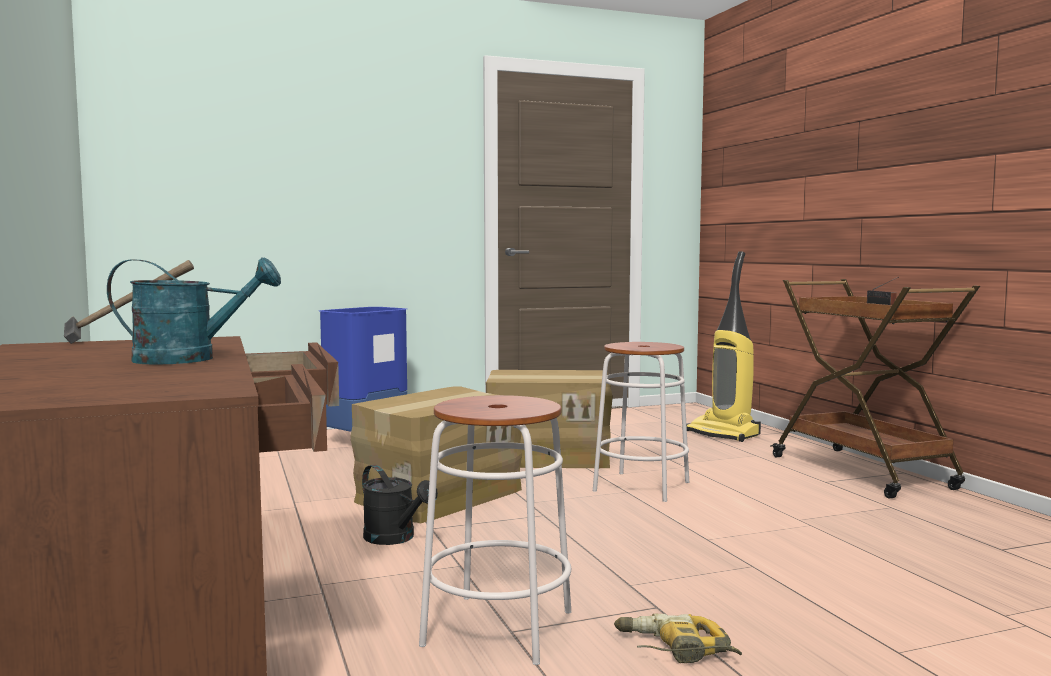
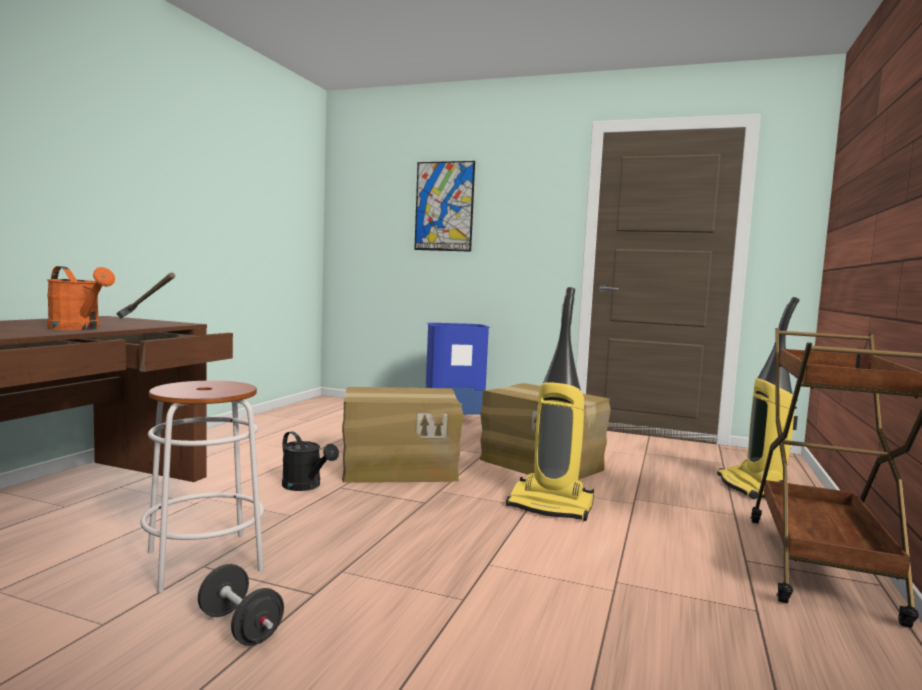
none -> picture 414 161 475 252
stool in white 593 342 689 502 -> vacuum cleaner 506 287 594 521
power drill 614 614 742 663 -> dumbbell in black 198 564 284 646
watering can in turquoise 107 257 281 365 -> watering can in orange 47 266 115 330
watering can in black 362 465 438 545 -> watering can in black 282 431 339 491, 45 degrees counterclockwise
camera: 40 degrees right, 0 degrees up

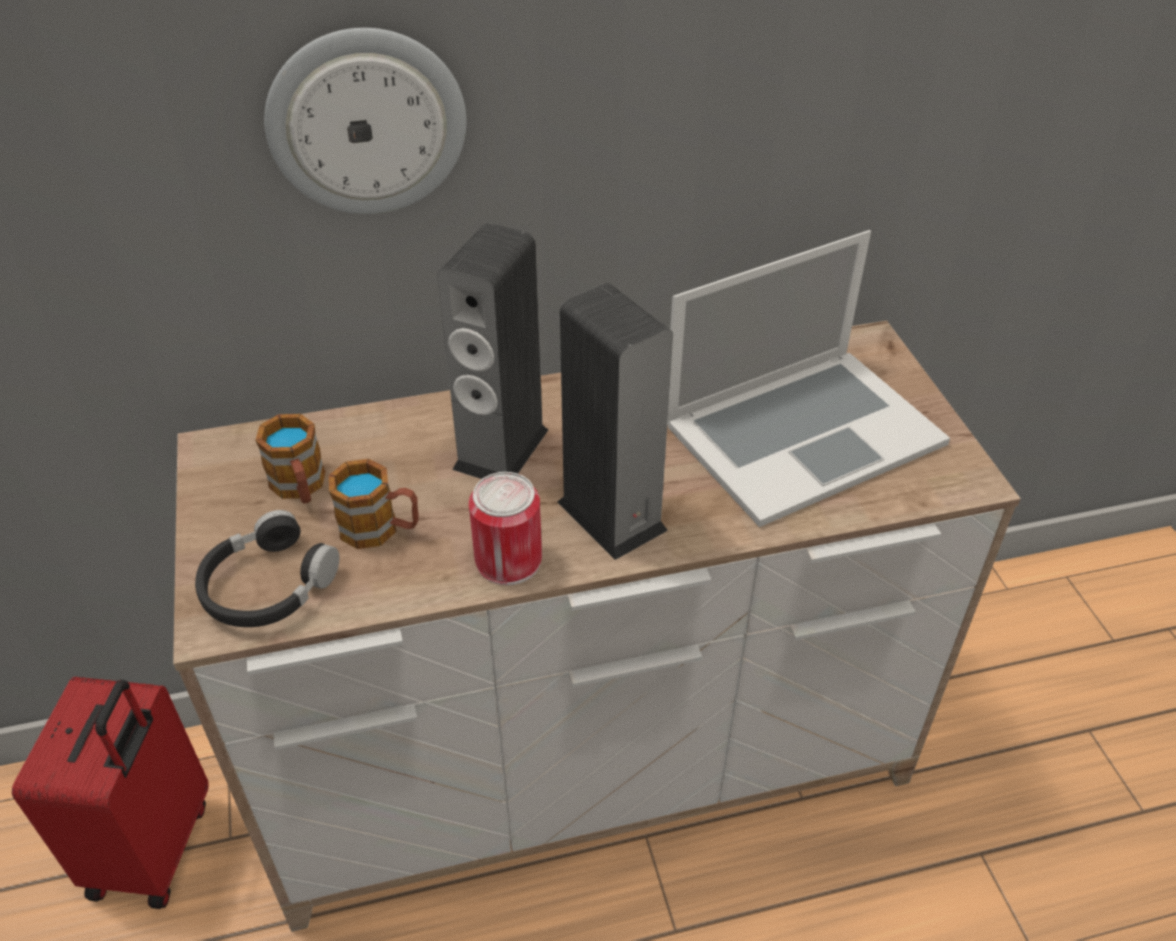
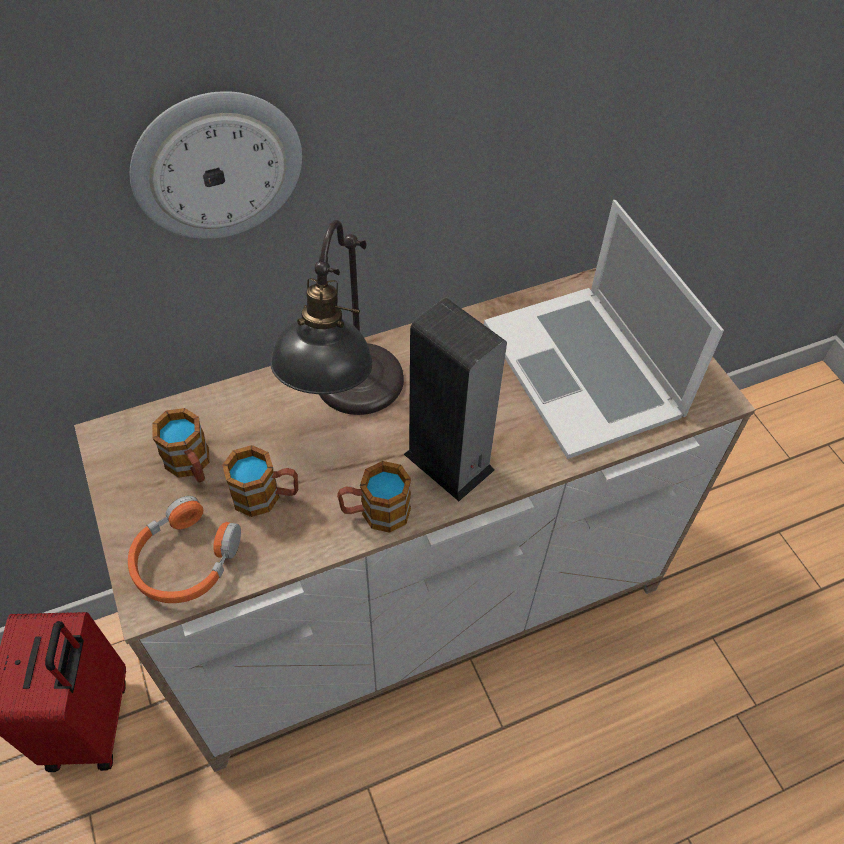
speaker 437 223 548 479 -> table lamp in grey 270 220 404 415
can 469 472 542 585 -> mug 337 461 411 533
headphones in black 195 510 339 627 -> headphones in orange 128 496 241 603
laptop 667 230 950 527 -> laptop 484 200 724 459, 105 degrees clockwise
camera: 10 degrees left, 10 degrees up

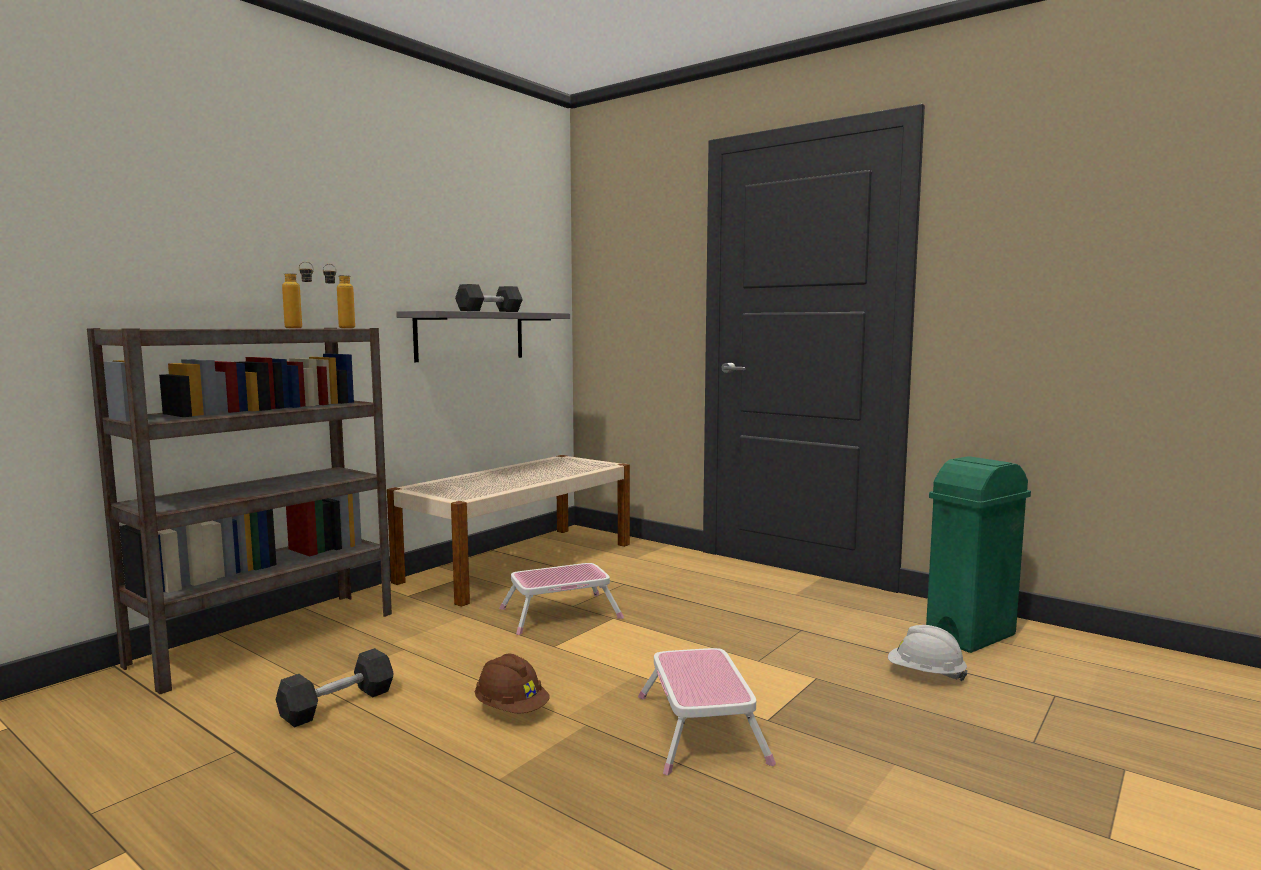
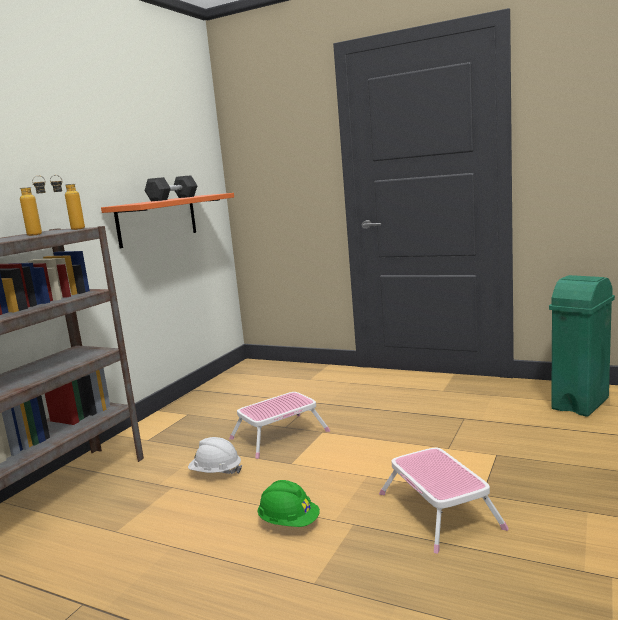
dumbbell in grey 276 648 394 728 -> none
bench in beige 387 455 630 607 -> none
hard hat in white 888 625 968 681 -> hard hat in white 188 437 242 474, moved
shelf in grey 396 311 570 362 -> shelf in orange 101 193 234 248
hard hat in brown 475 653 550 714 -> hard hat in green 258 480 320 527
camera: 10 degrees left, 5 degrees up

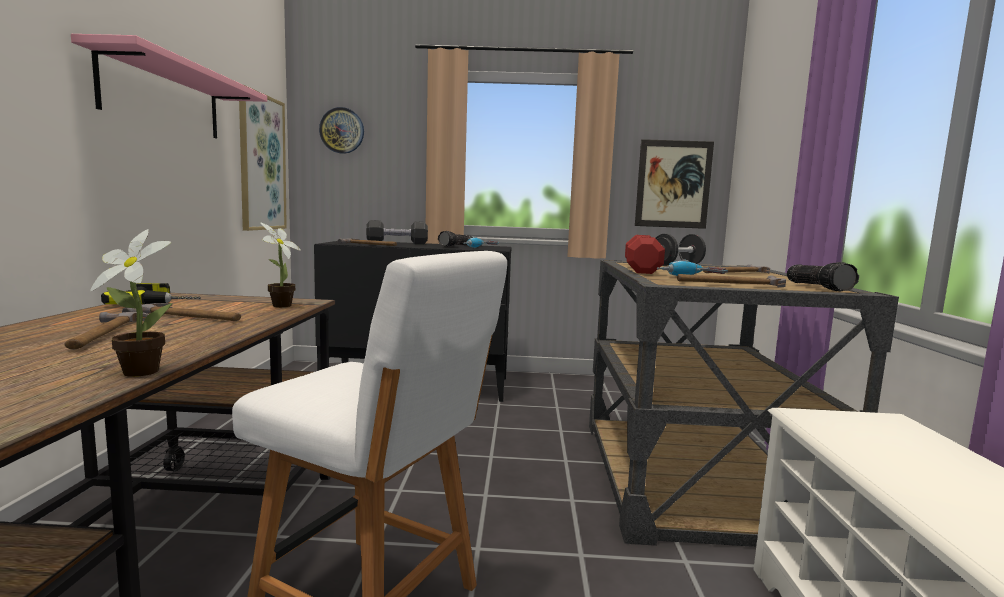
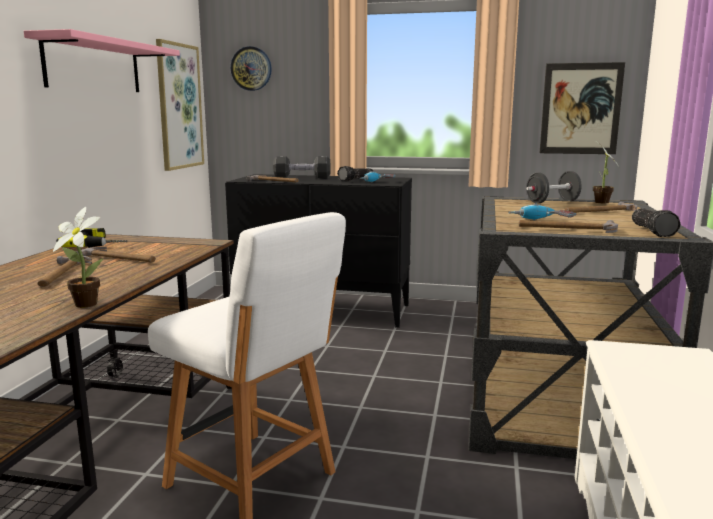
dumbbell in red 625 235 665 274 -> none
potted plant 260 222 301 307 -> potted plant 593 142 619 204, moved
camera: 10 degrees right, 5 degrees up

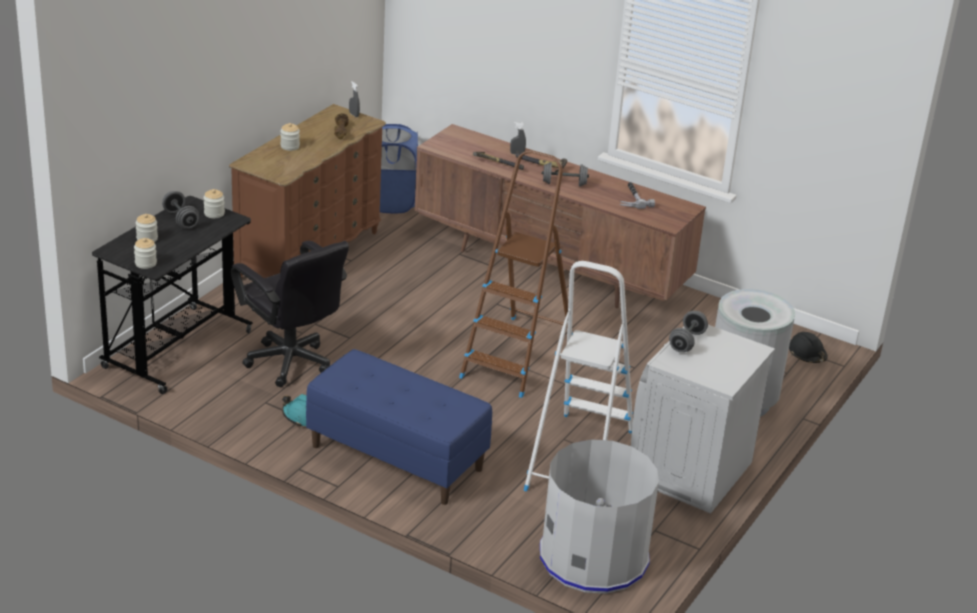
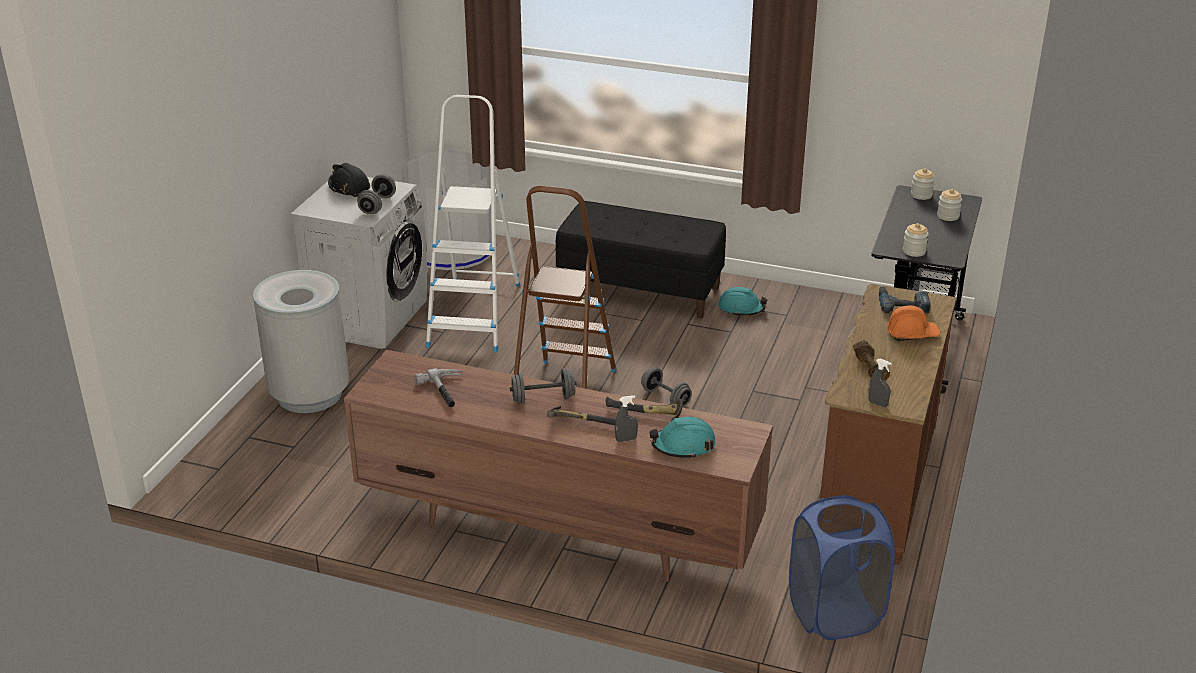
office chair in black 231 241 349 387 -> none
none -> hard hat in turquoise 649 416 716 459
none -> power drill 879 286 931 313
dumbbell in grey 162 191 199 228 -> dumbbell in grey 641 368 692 407, moved
hard hat in black 789 332 828 363 -> hard hat in black 328 163 370 197, moved
jar 280 123 300 151 -> hard hat in orange 887 306 940 341
bench in blue 306 349 492 505 -> bench in black 555 201 726 318
camera: 170 degrees right, 0 degrees up

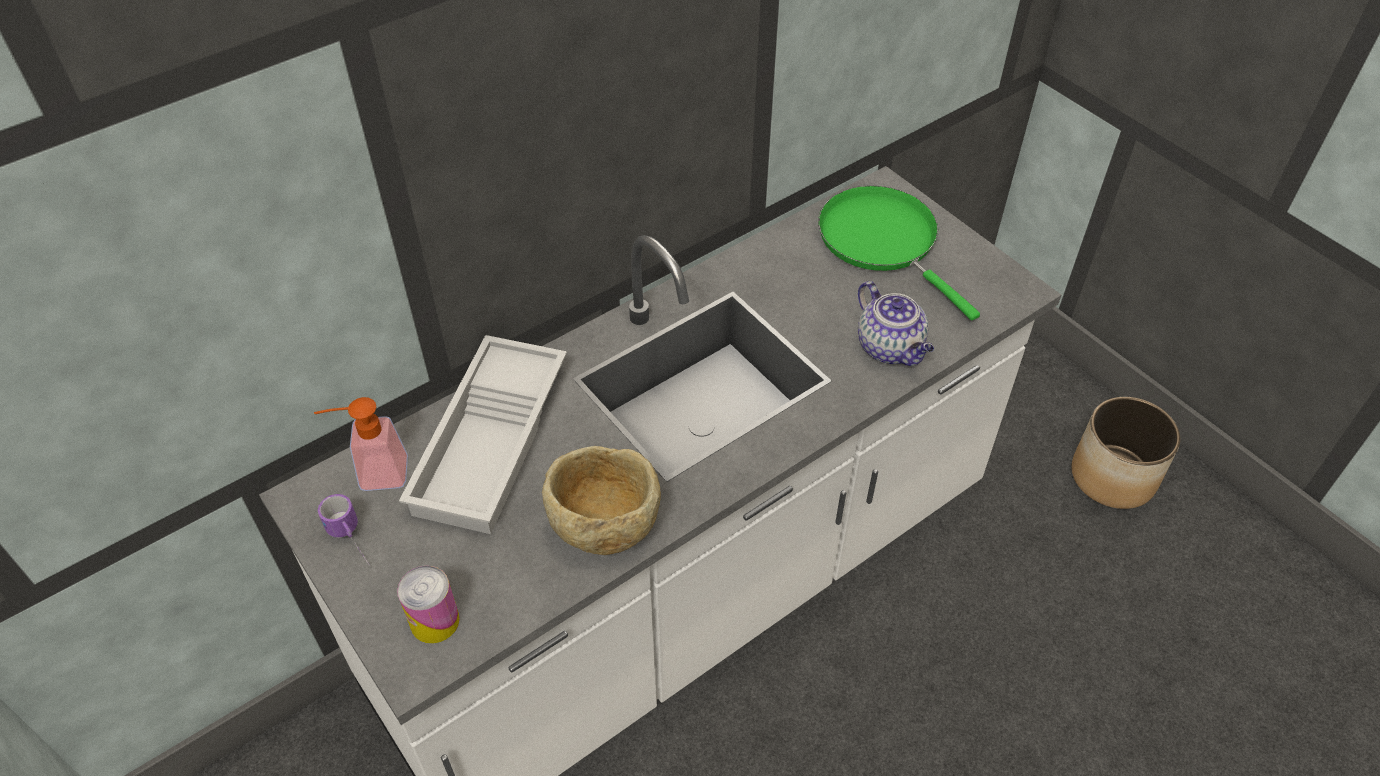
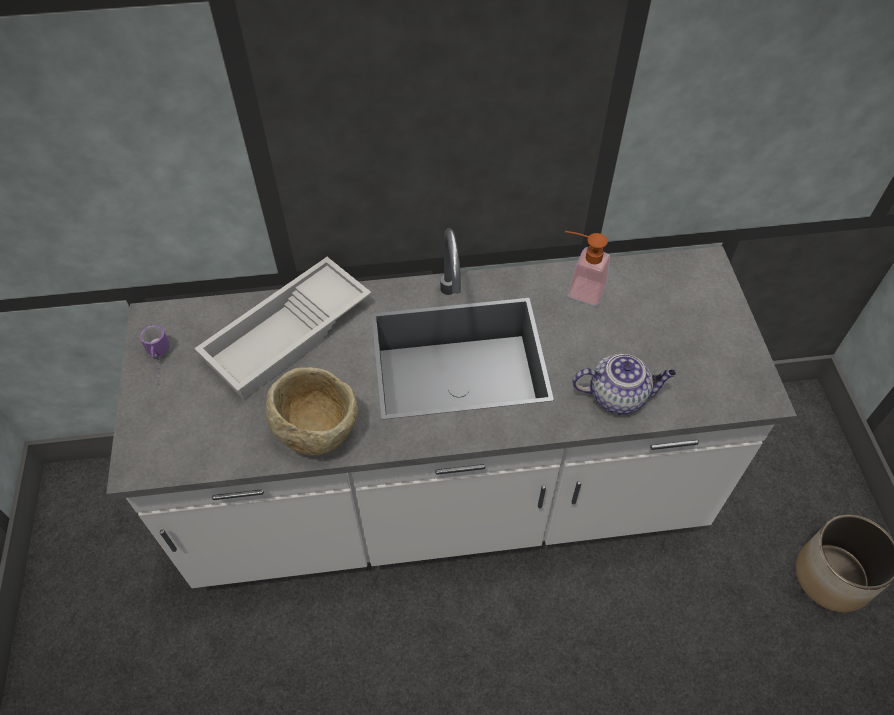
can 397 566 460 644 -> none
frying pan in green 818 186 980 320 -> none
soap dispenser 314 397 408 491 -> soap dispenser 565 231 610 306, moved
teapot 858 281 934 366 -> teapot 572 354 676 415, 90 degrees counterclockwise
camera: 30 degrees right, 5 degrees up

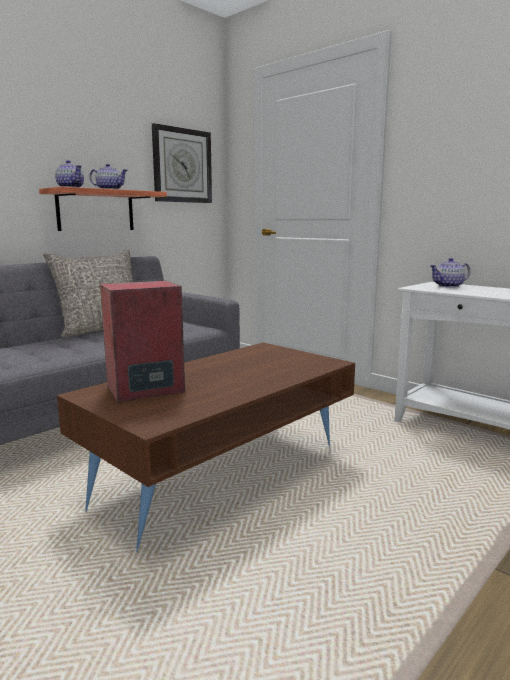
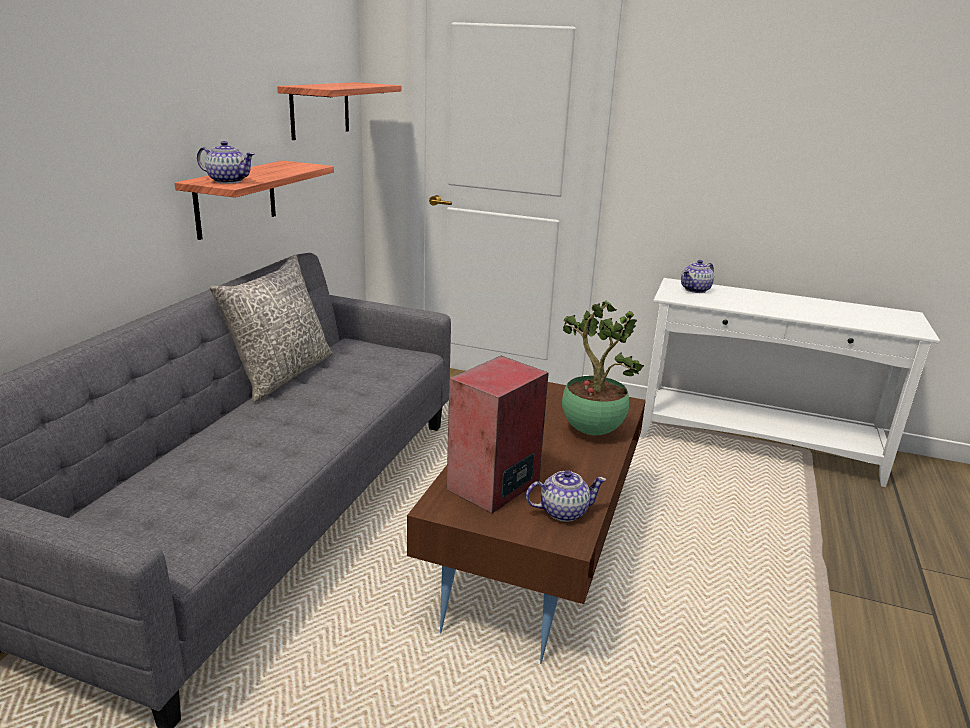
none -> potted plant 562 301 644 435
teapot 89 164 128 189 -> teapot 526 470 606 522, moved
wall clock 152 123 212 203 -> shelf 277 82 401 140
camera: 25 degrees left, 10 degrees up

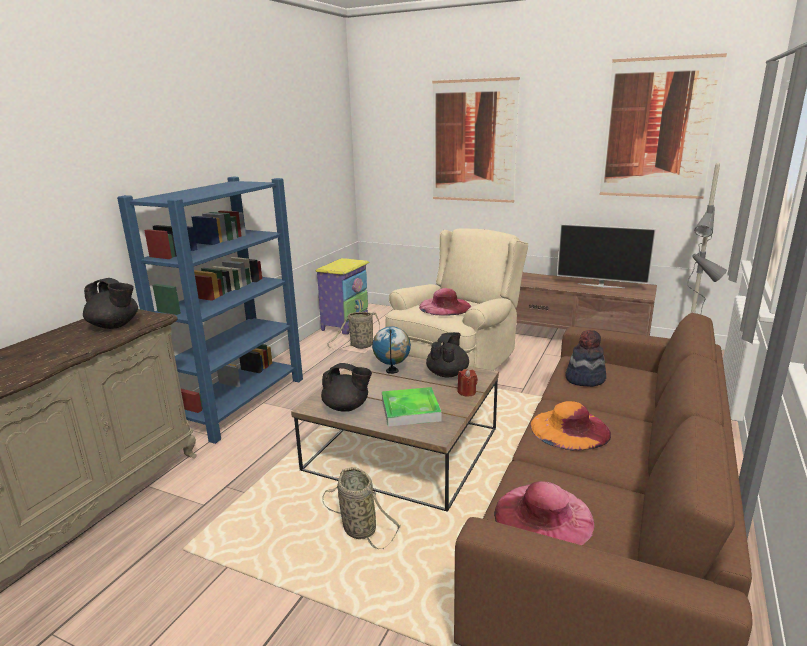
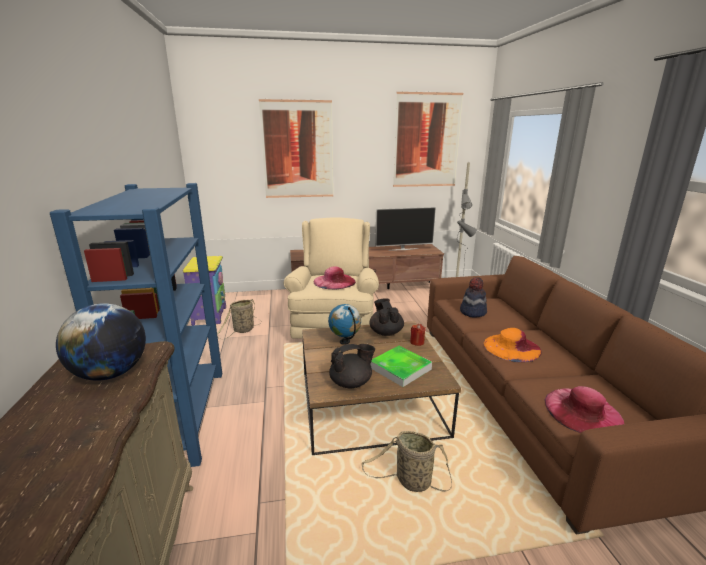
teapot in black 83 278 138 329 -> globe 56 303 146 381
camera: 35 degrees left, 0 degrees up

